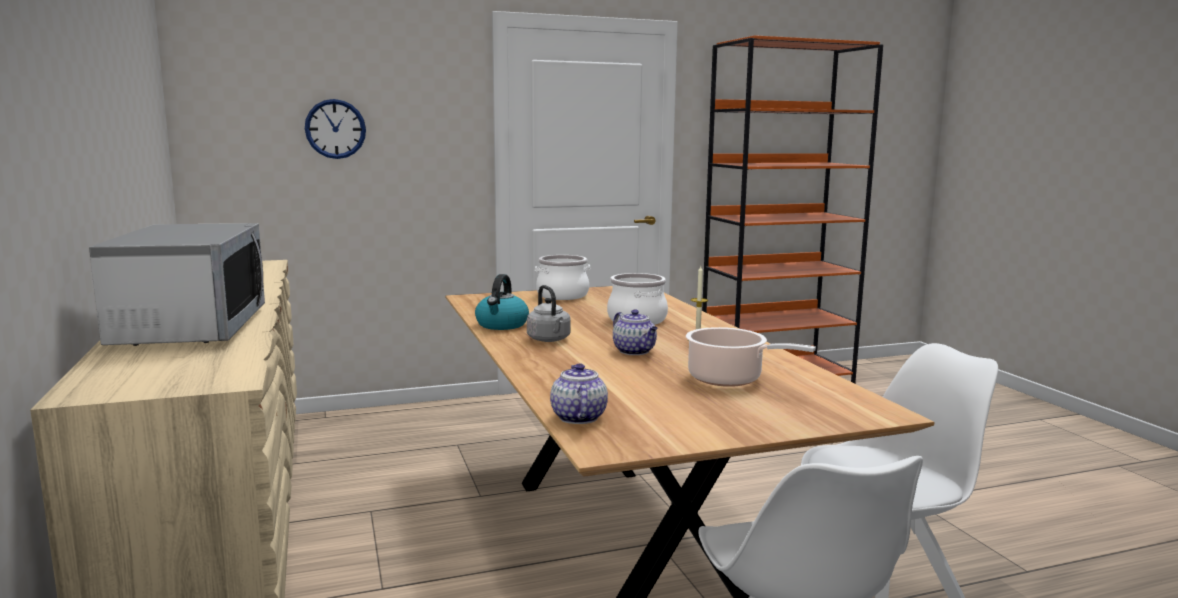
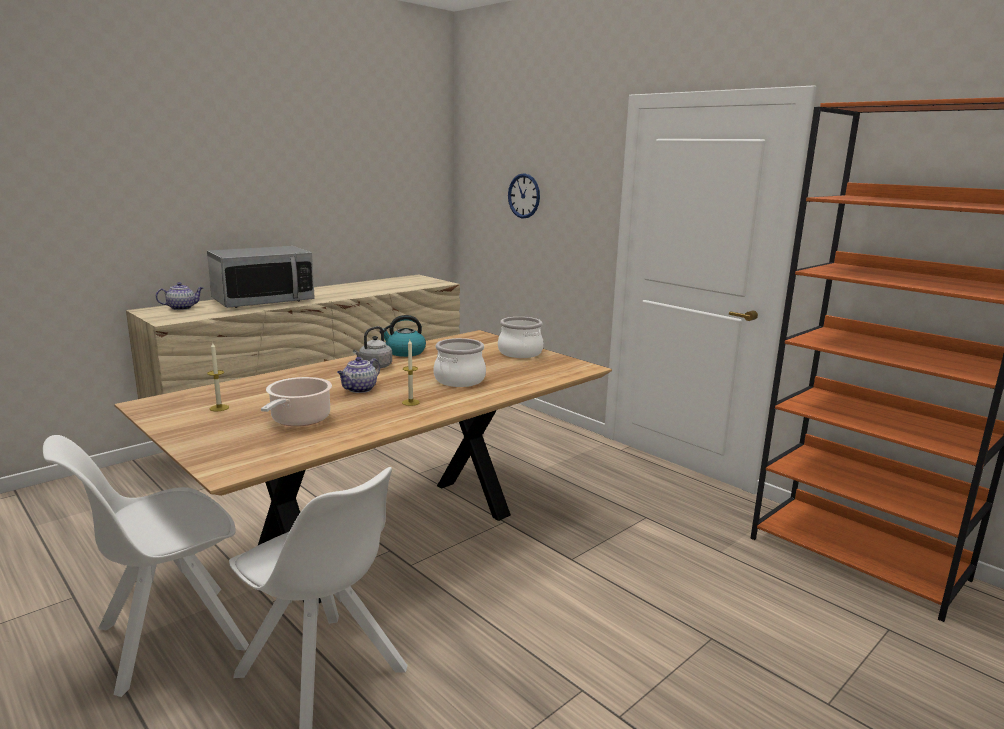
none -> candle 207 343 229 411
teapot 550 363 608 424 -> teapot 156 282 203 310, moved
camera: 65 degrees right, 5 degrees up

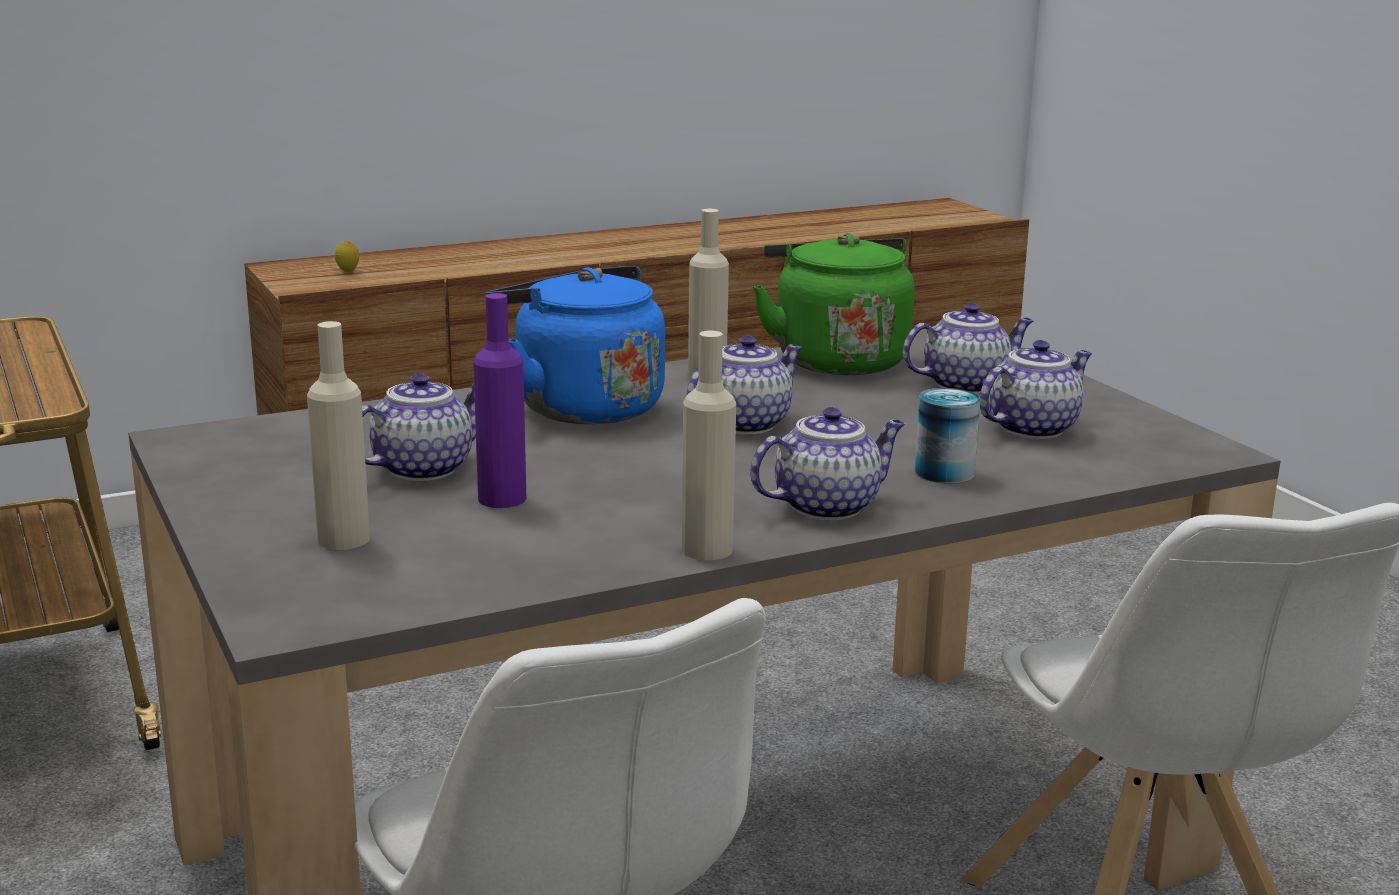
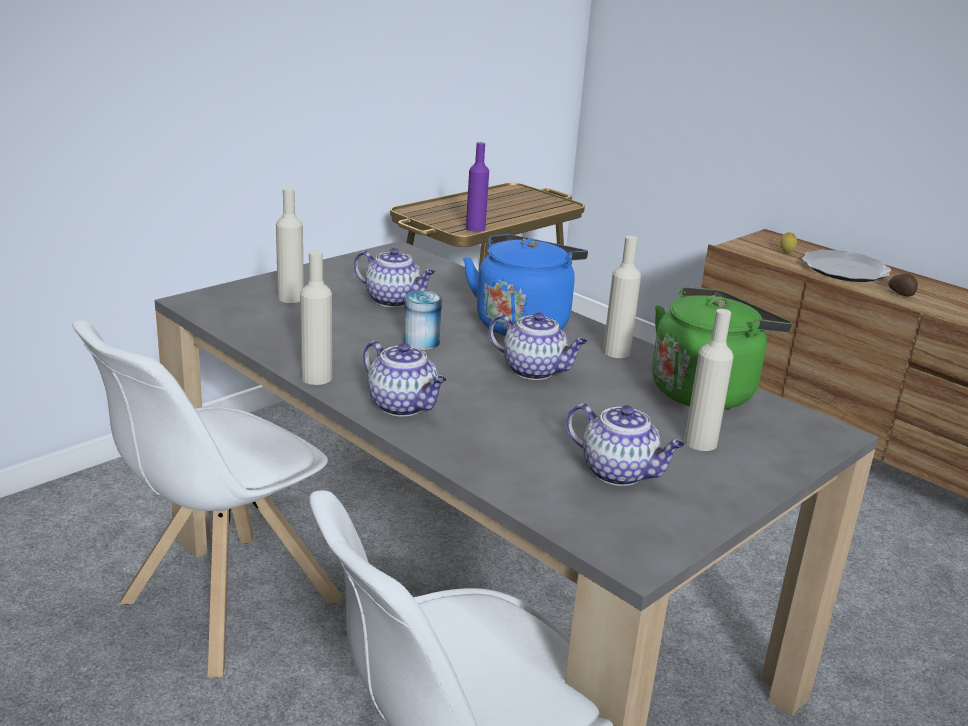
none -> plate 802 250 892 282
none -> potato 888 274 918 296
bottle in purple 473 293 526 508 -> bottle in purple 466 142 489 232, moved
can 915 388 981 484 -> can 404 291 442 350, moved
teapot 903 303 1033 394 -> bottle in beige 684 309 733 451
camera: 70 degrees right, 5 degrees up

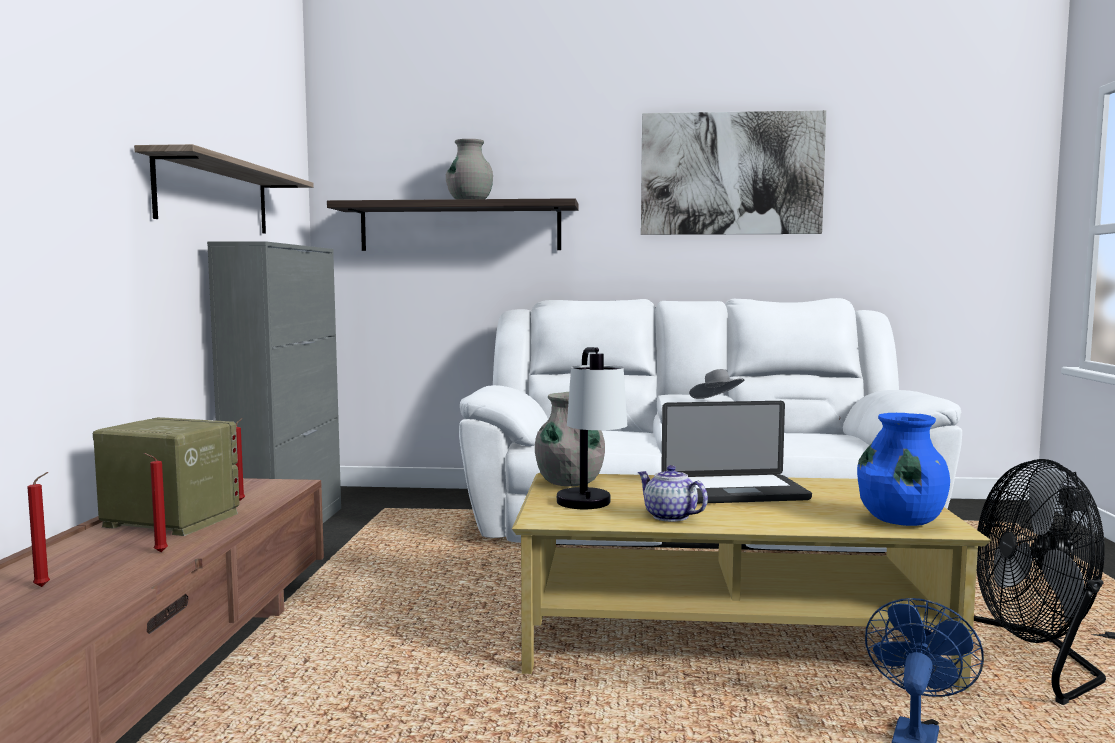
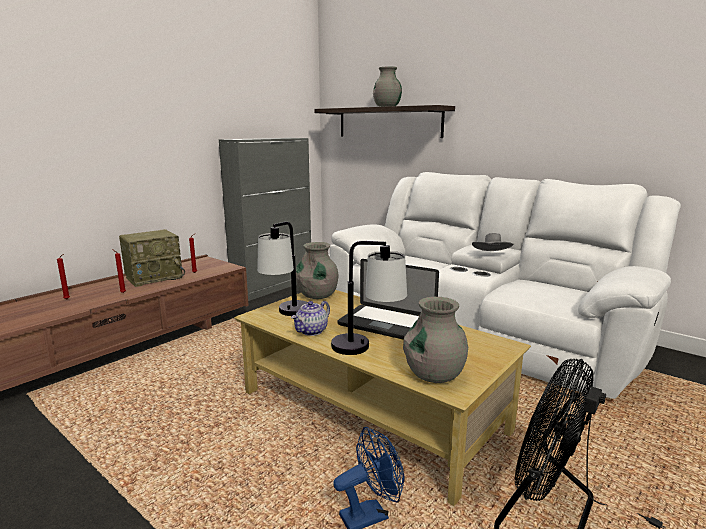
shelf 134 144 314 234 -> none
picture 641 110 826 235 -> none
none -> table lamp 331 241 407 355
vase in blue 857 413 950 526 -> vase in grey 403 297 468 383
radio 93 417 240 536 -> radio 119 229 185 287, 90 degrees clockwise
teapot 638 465 708 522 -> teapot 291 301 330 336, 135 degrees counterclockwise
camera: 35 degrees right, 10 degrees up

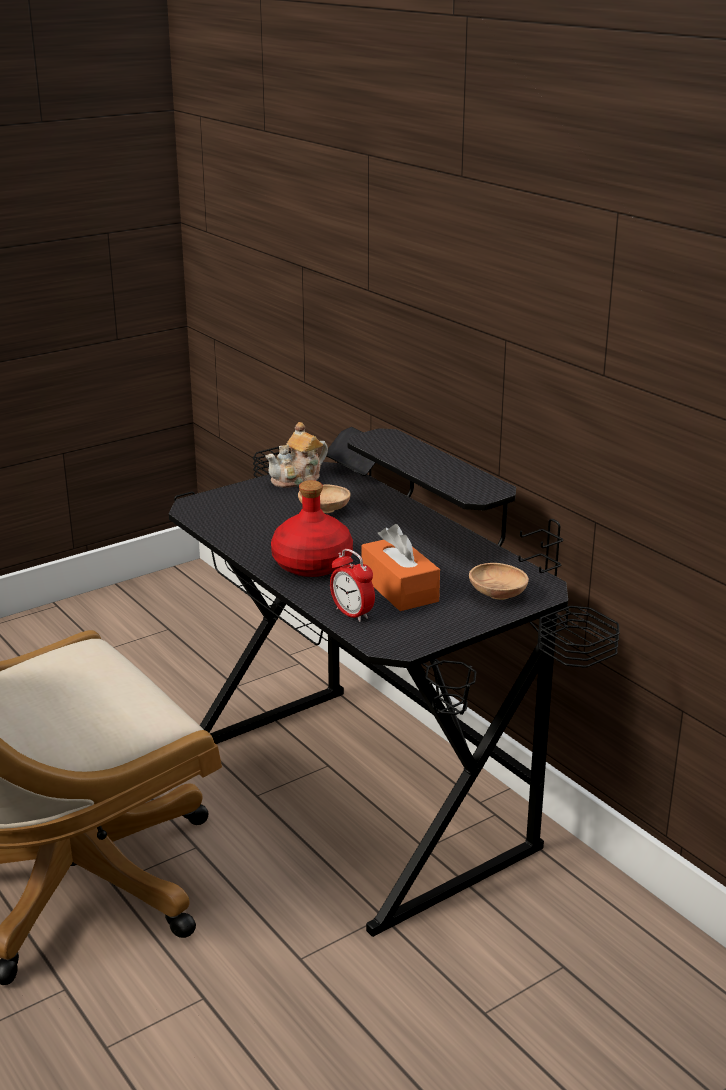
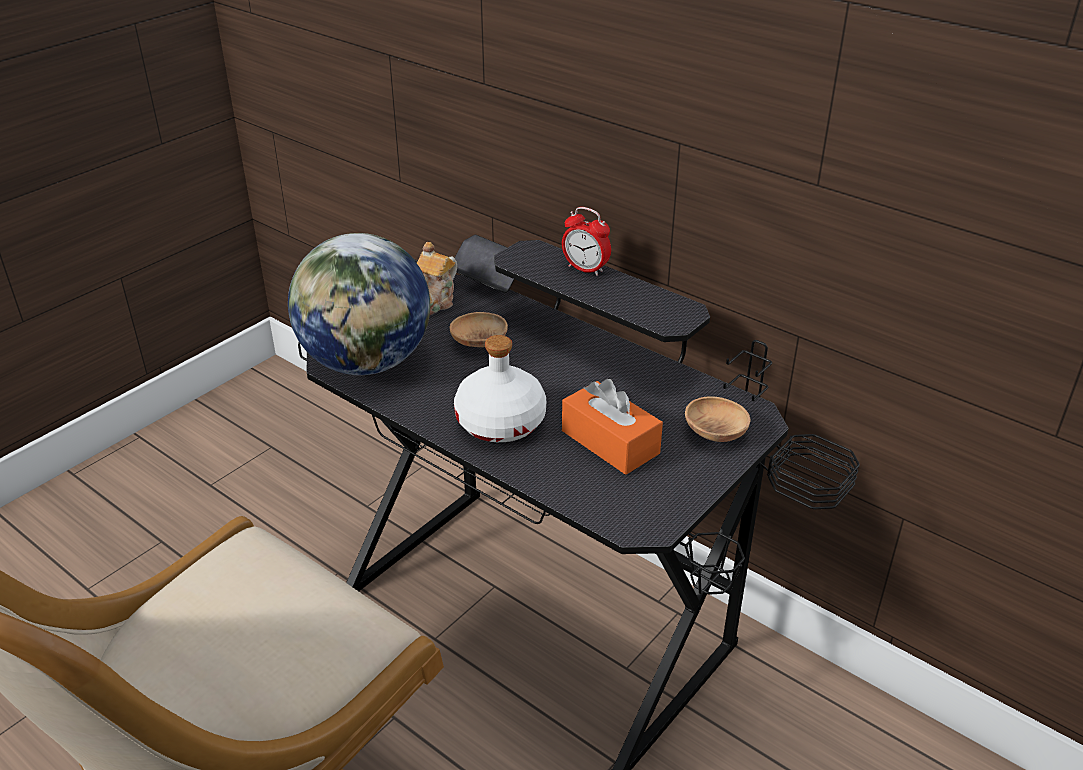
none -> globe 288 233 430 375
alarm clock 330 549 375 622 -> alarm clock 562 207 611 276, moved
bottle in red 271 480 353 577 -> bottle in white 454 335 546 442
camera: 15 degrees left, 10 degrees up

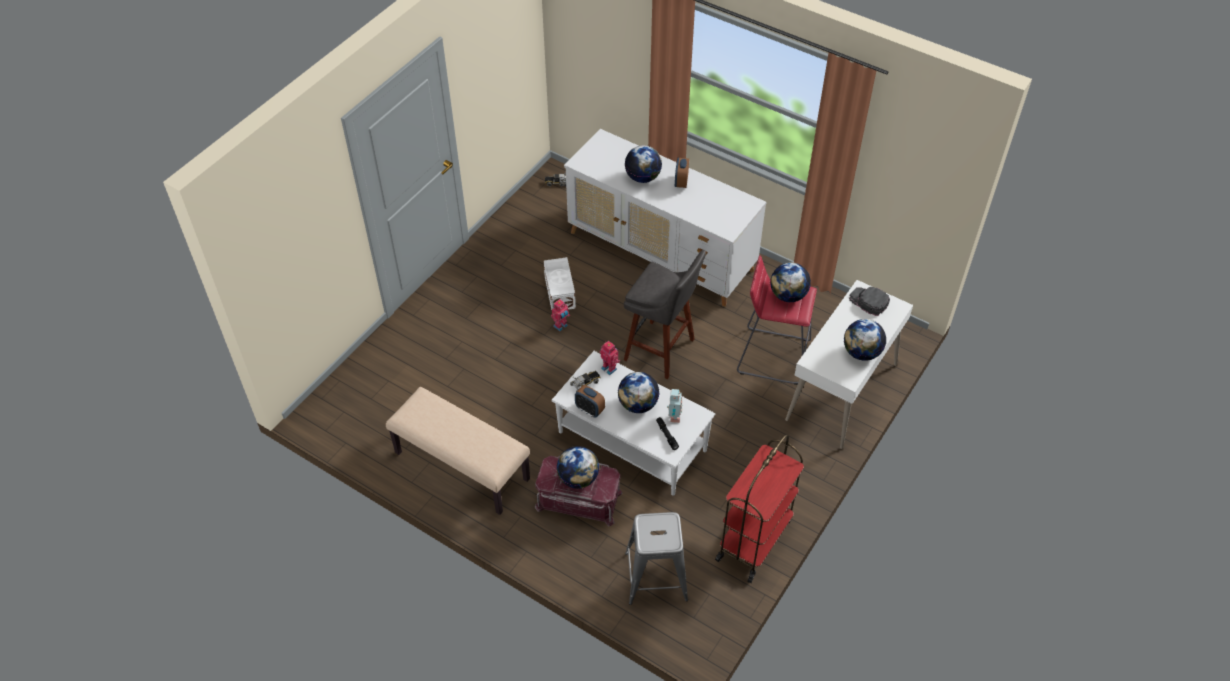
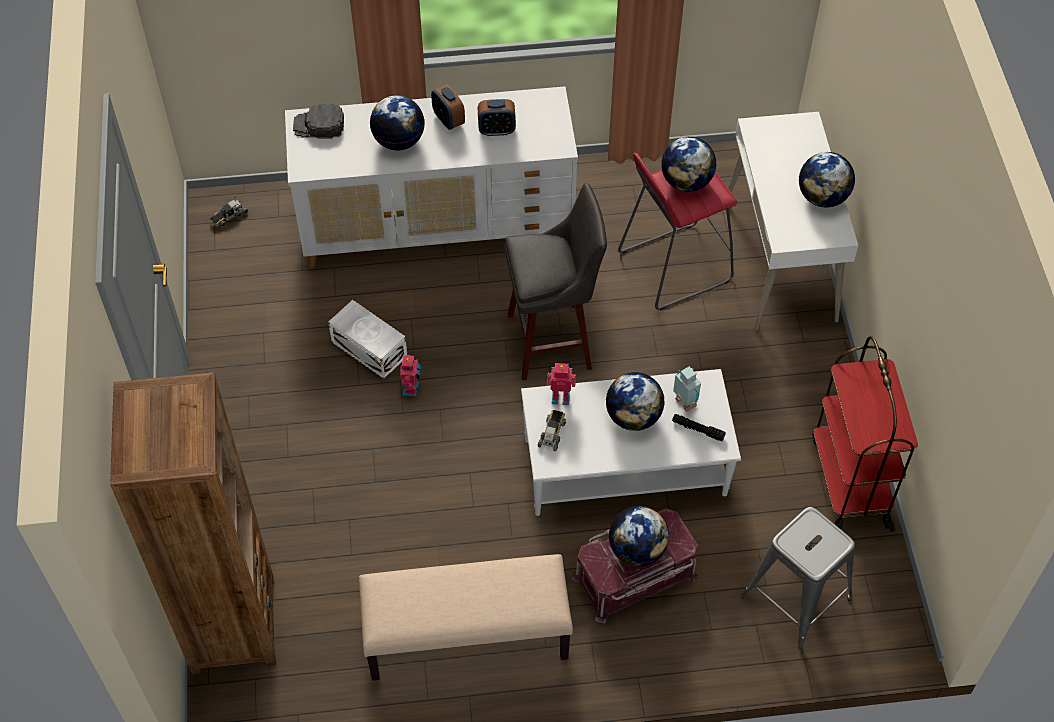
none -> bookcase in brown 110 372 276 674
alarm clock 575 385 605 418 -> alarm clock 478 99 516 136, moved
cap in black 849 287 890 316 -> cap in black 293 104 344 139, moved
camera: 40 degrees left, 5 degrees up

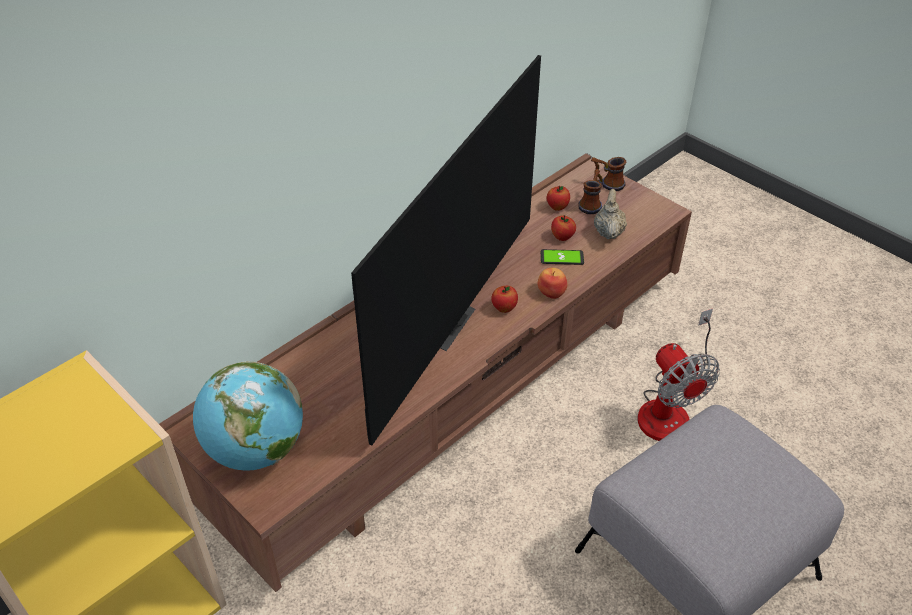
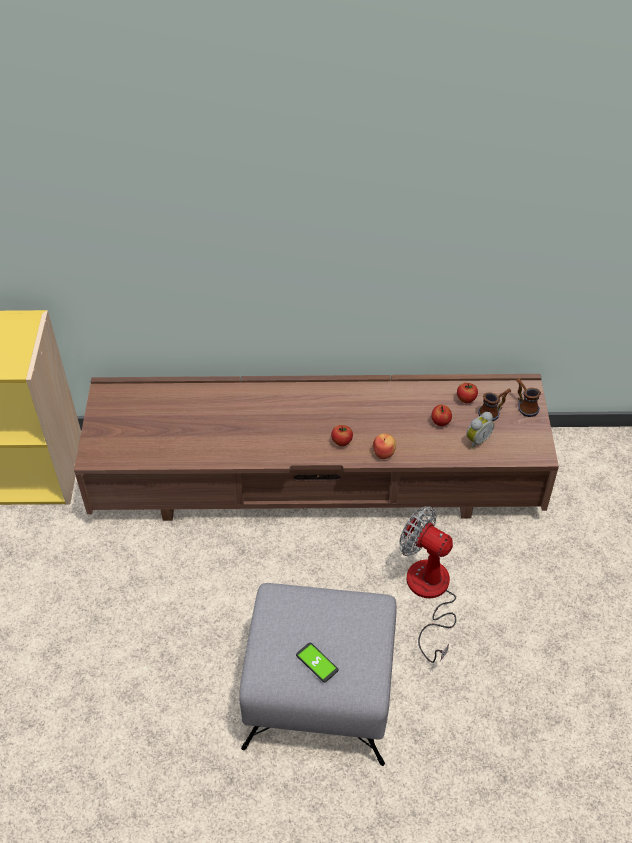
globe 193 361 303 471 -> none
television 351 55 541 445 -> none
phone 541 249 584 265 -> phone 296 643 339 682, moved
teapot in beige 594 189 627 239 -> alarm clock 466 412 494 449
fan 637 308 720 441 -> fan 399 506 456 663, 105 degrees clockwise
camera: 45 degrees right, 5 degrees up

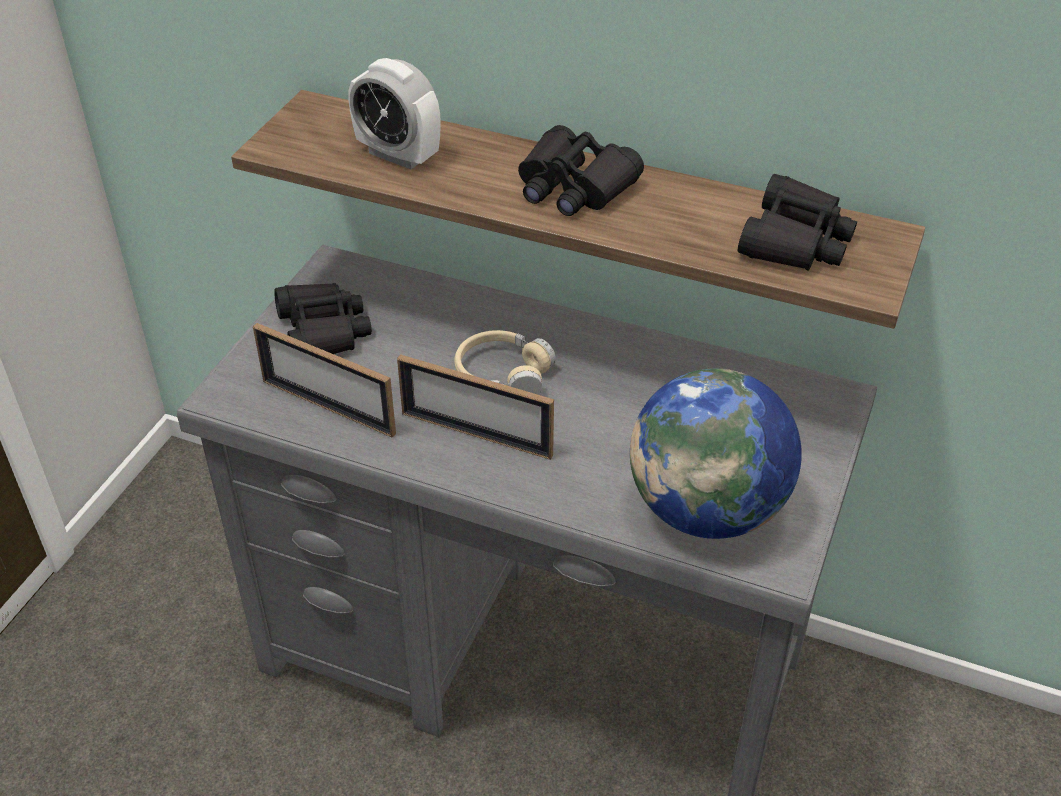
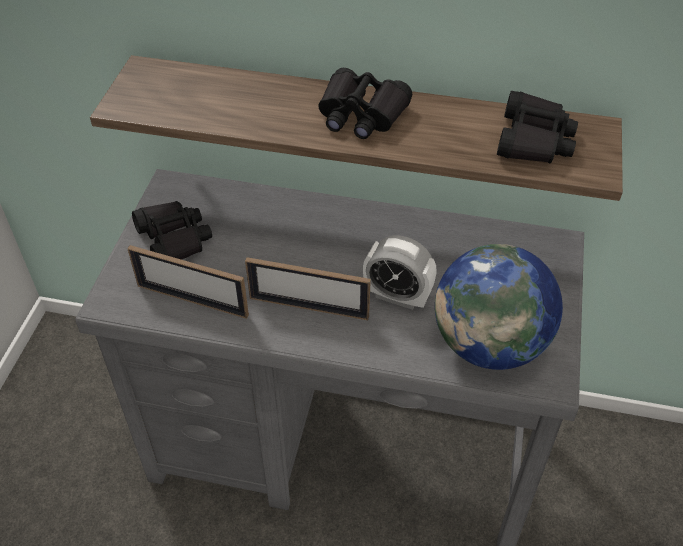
headphones in beige 454 330 556 395 -> none
alarm clock 349 58 441 169 -> alarm clock 363 235 437 310, moved
camera: 10 degrees left, 5 degrees up

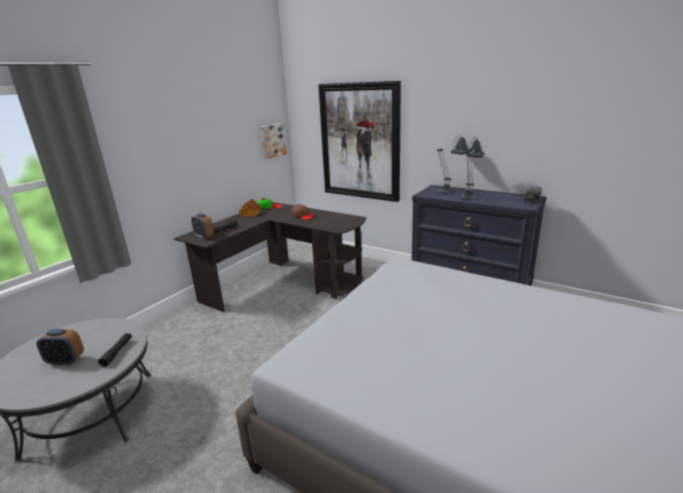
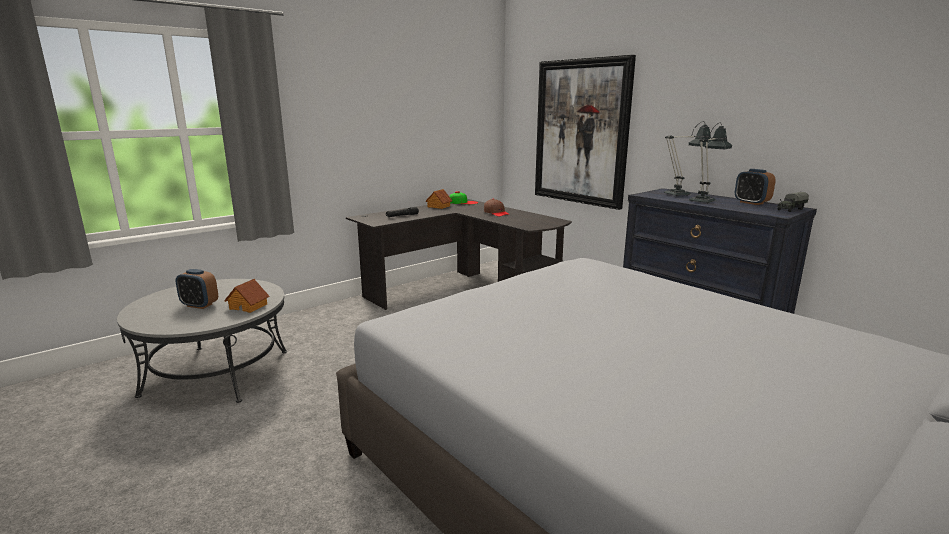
picture 260 123 287 159 -> none
alarm clock 191 213 214 239 -> alarm clock 735 169 776 205, moved
flashlight in black 98 333 132 367 -> toy house 224 279 269 313
camera: 15 degrees right, 5 degrees down

